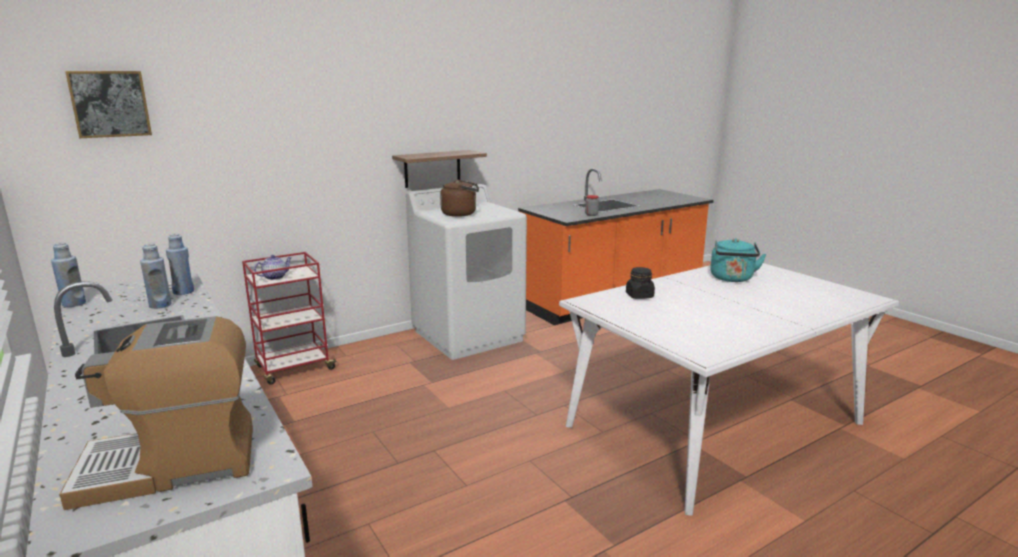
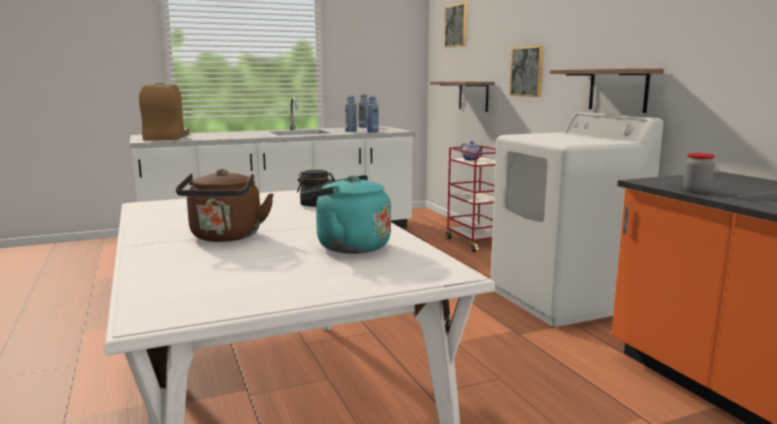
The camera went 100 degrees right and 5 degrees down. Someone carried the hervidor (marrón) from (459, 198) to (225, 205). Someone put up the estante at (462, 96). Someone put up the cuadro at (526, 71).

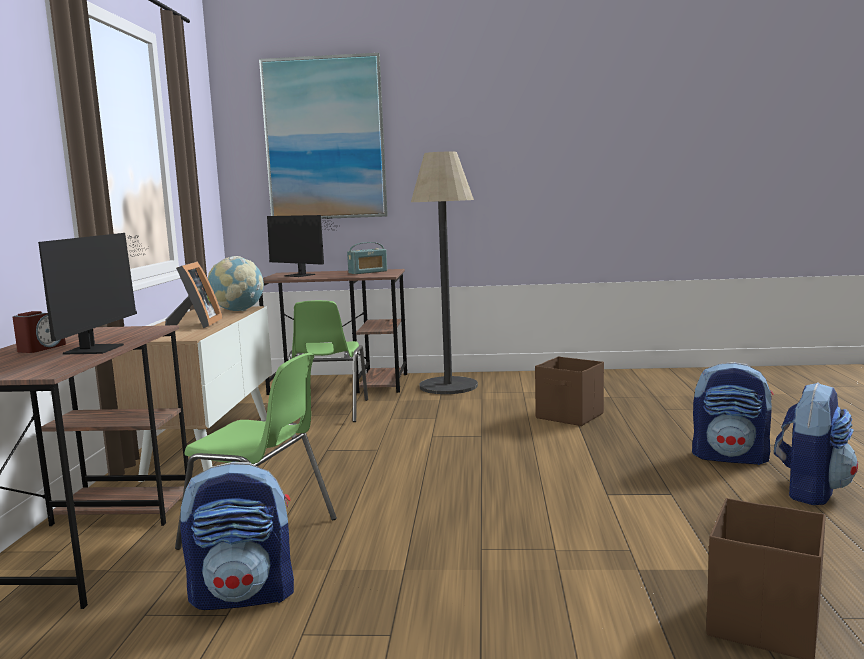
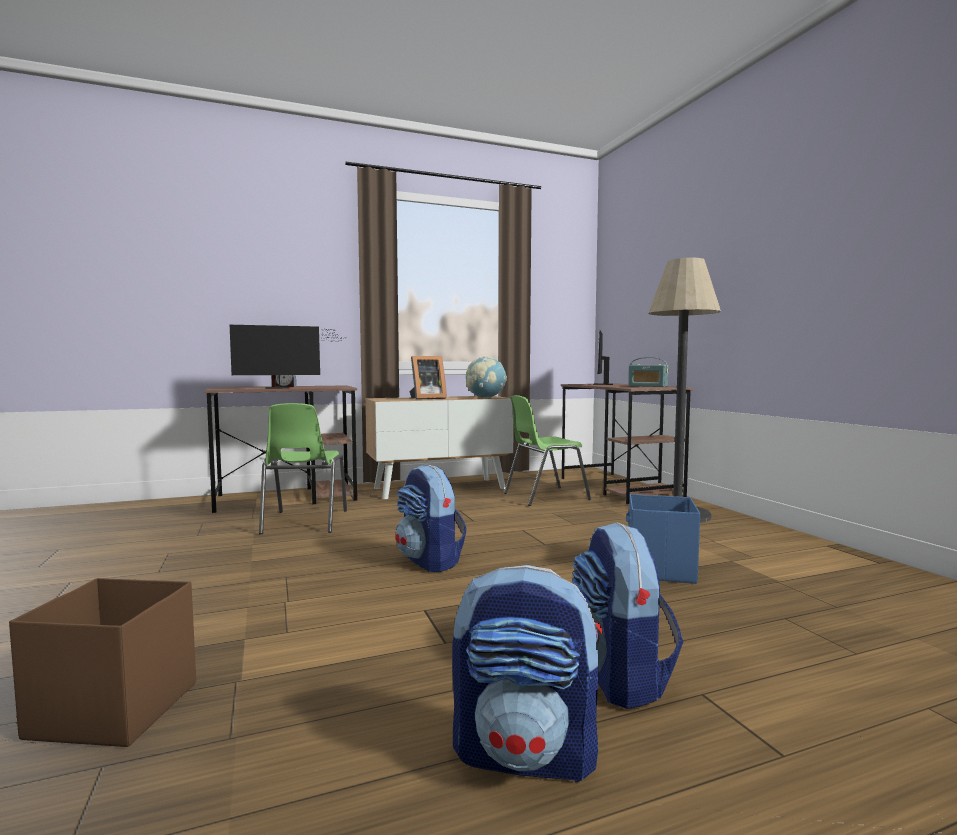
The camera went 65 degrees right and 5 degrees down. Someone carried the mochila from (237, 535) to (431, 518). Someone repainted the caja de almacenaje (marrón) at (569, 391), which became the caja de almacenaje (azul) at (663, 539). Someone took away the cuadro at (323, 136).

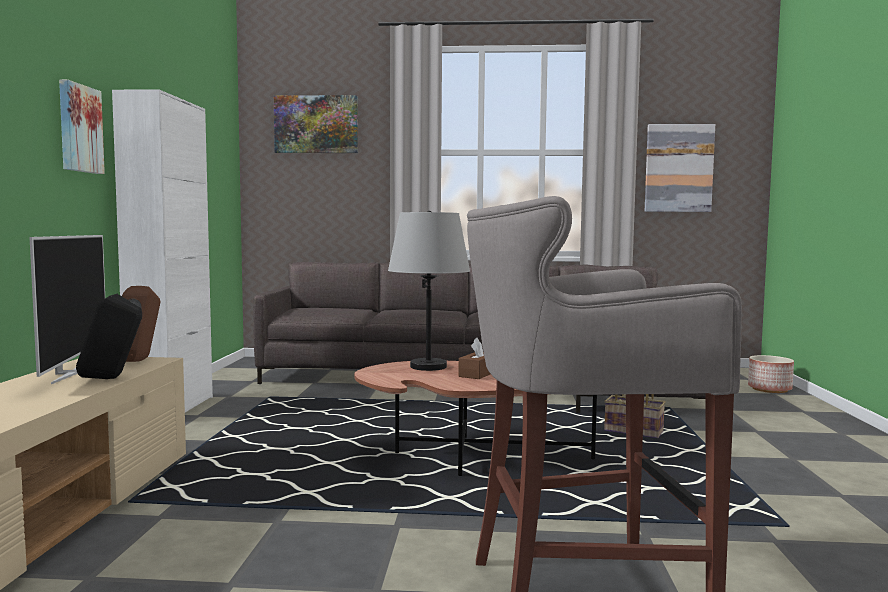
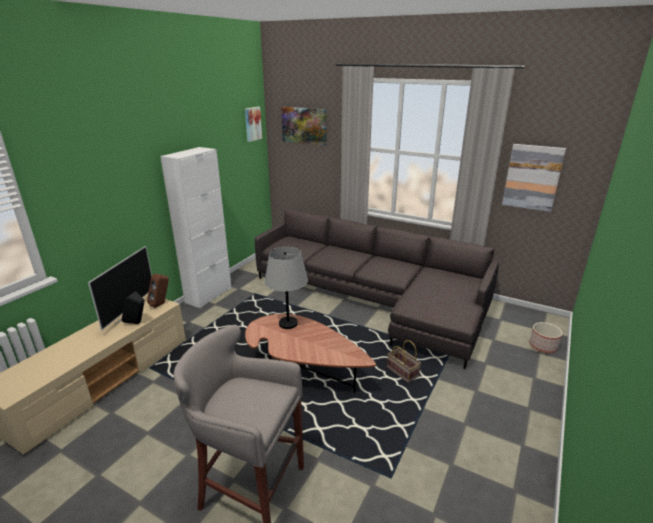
The camera went 25 degrees right and 20 degrees up. Someone carried the cuadro from (82, 126) to (253, 124). Someone took away the caja de pañuelos (marrón) at (474, 358).

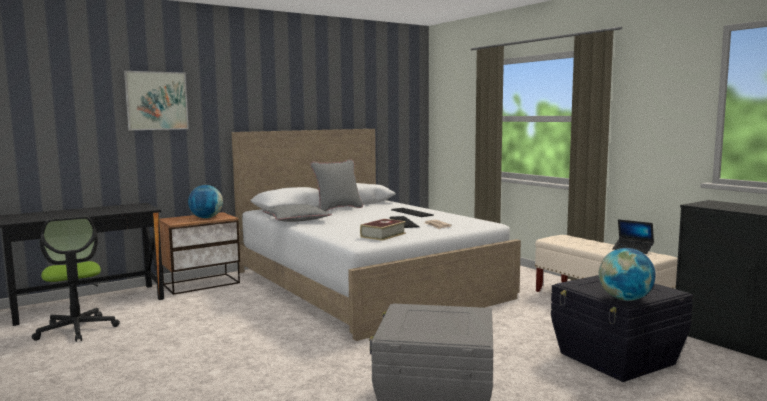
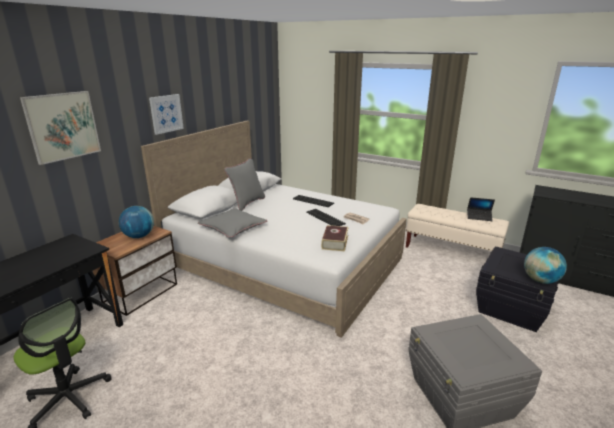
The camera went 25 degrees left and 15 degrees up. Someone put up the cuadro at (166, 114).

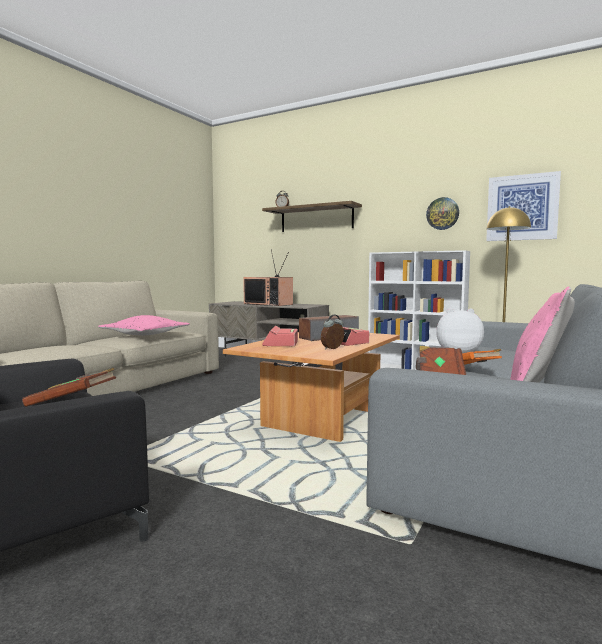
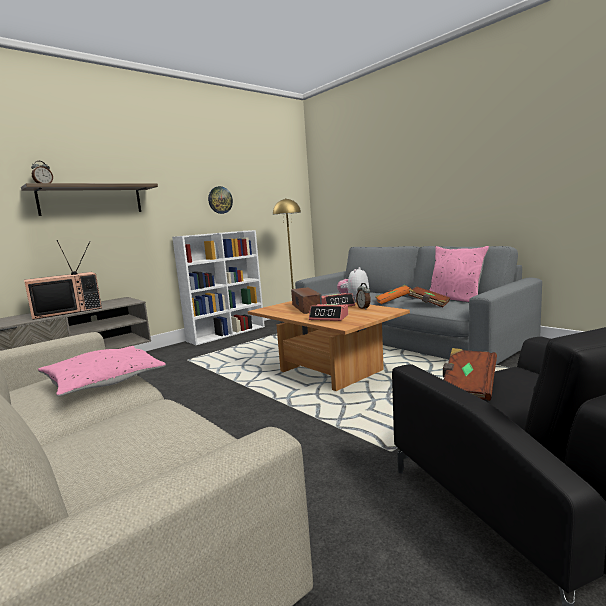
The camera went 70 degrees left and 5 degrees up. Someone took away the cuadro at (523, 206).

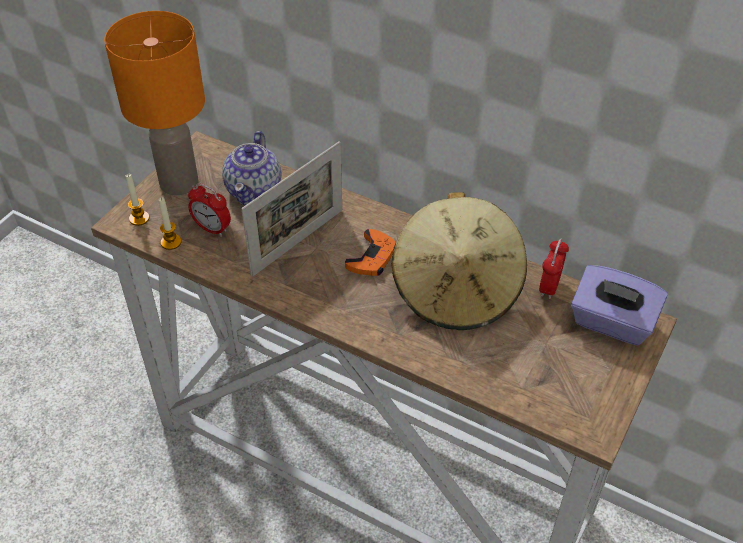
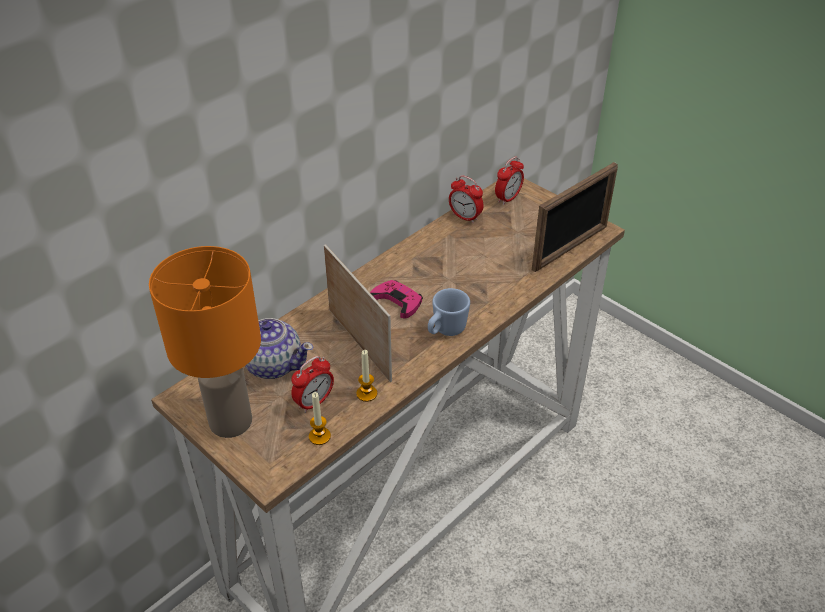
The camera went 75 degrees left and 5 degrees down. Someone carried the vela from (137, 200) to (366, 376). Someone repainted the mando de consola (naranja) at (370, 252), which became the mando de consola (rosa) at (396, 299). Someone put down the taza grande (azul) at (449, 312). Someone swapped the caja de pañuelos (morado) at (619, 305) for the despertador at (509, 181). Someone put down the portarretratos at (575, 217). Someone took away the sombrero (beis) at (459, 261).

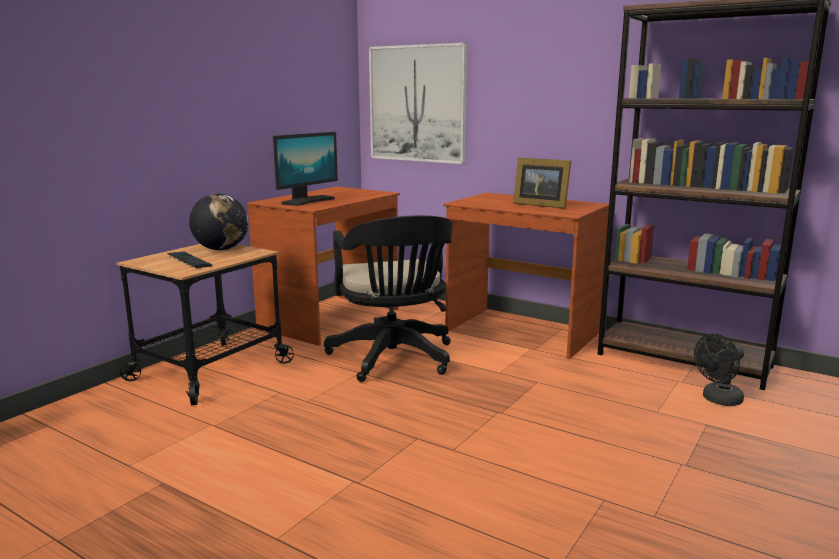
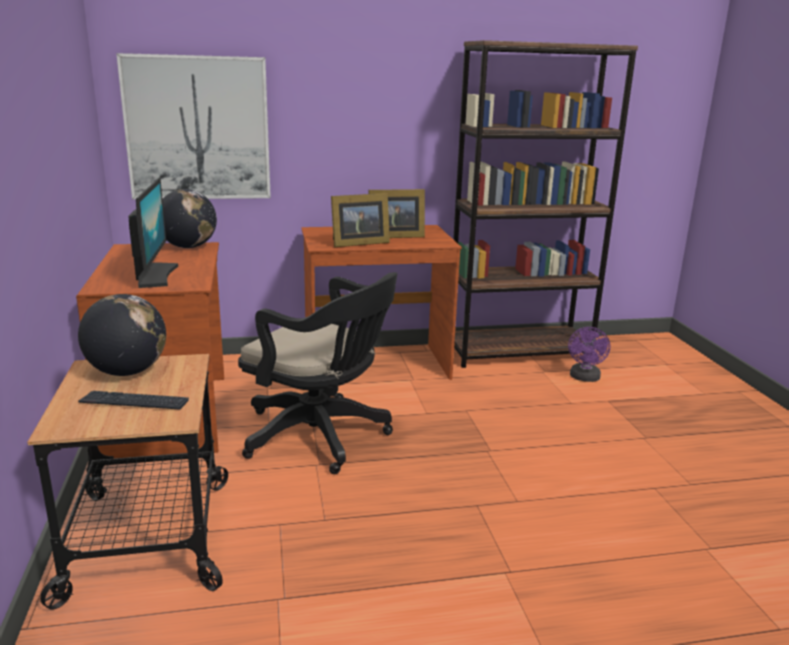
The camera went 45 degrees left and 5 degrees up. Someone put down the globo terráqueo at (190, 218). Someone put down the portarretratos at (360, 220). Someone repainted the ventilador (negro) at (719, 370), which became the ventilador (morado) at (589, 354).

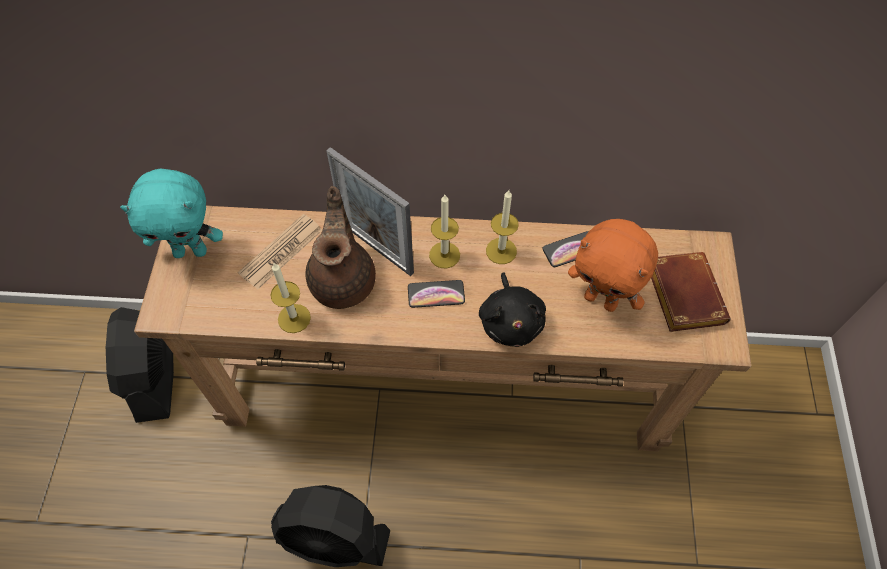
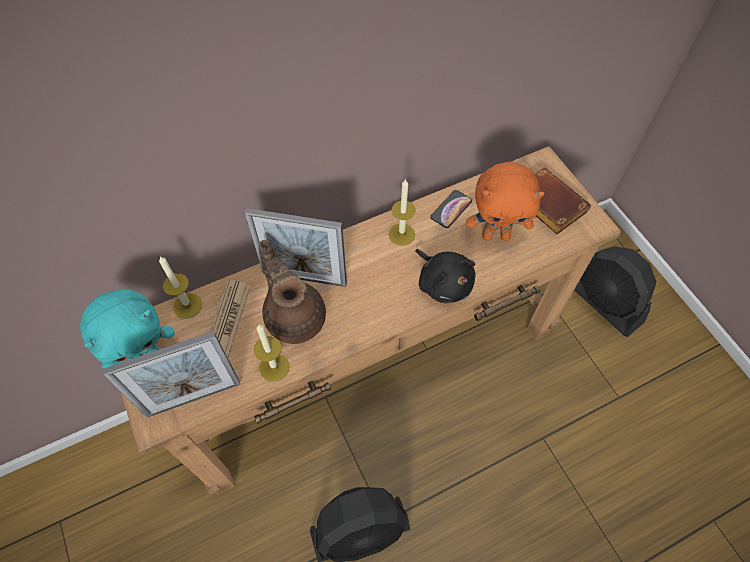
The camera went 30 degrees left and 0 degrees up. Someone put down the portarretratos at (171, 374). Someone carried the vela from (444, 231) to (180, 288). Someone carried the ventilador (negro) from (140, 365) to (615, 291). Someone took away the móvil at (436, 294).

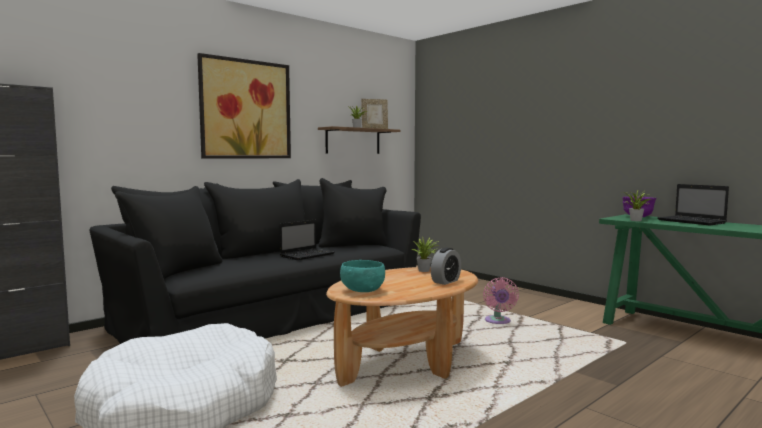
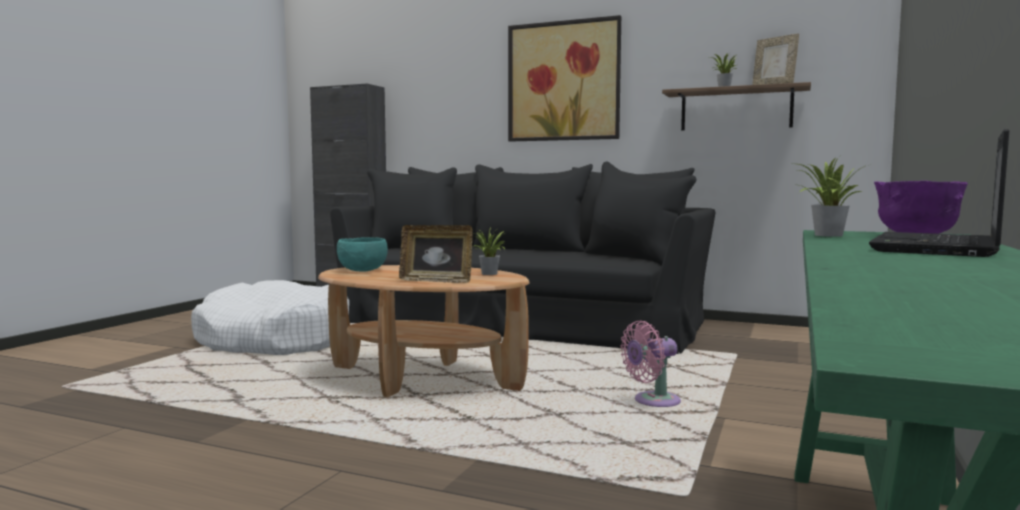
The camera went 65 degrees right and 0 degrees up. Someone swapped the despertador at (446, 266) for the portarretratos at (436, 254). Someone took away the portátil at (307, 240).

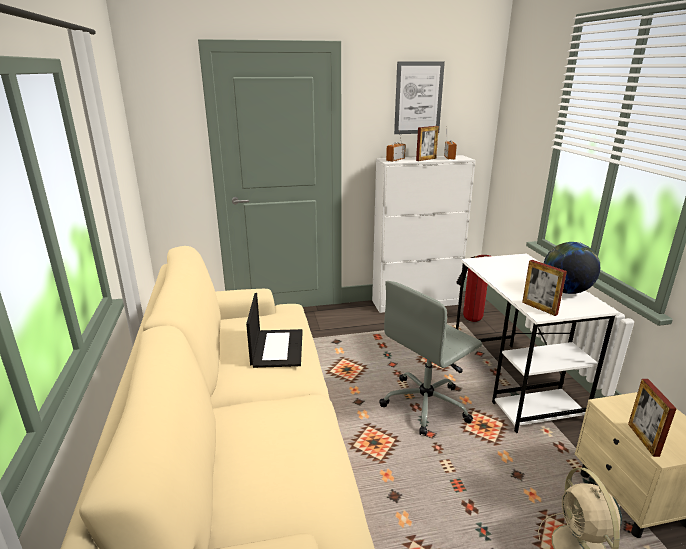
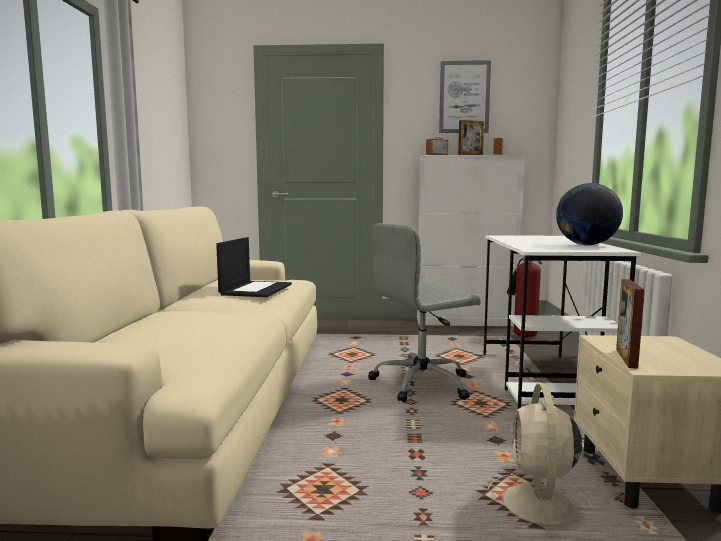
The camera went 15 degrees right and 15 degrees down. Someone took away the portarretratos at (544, 288).

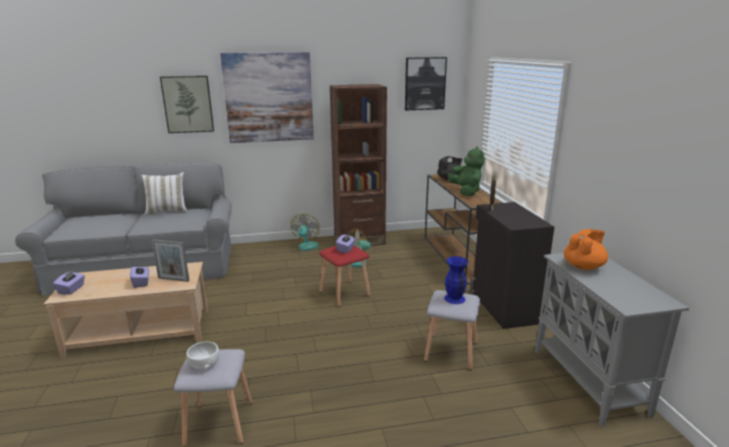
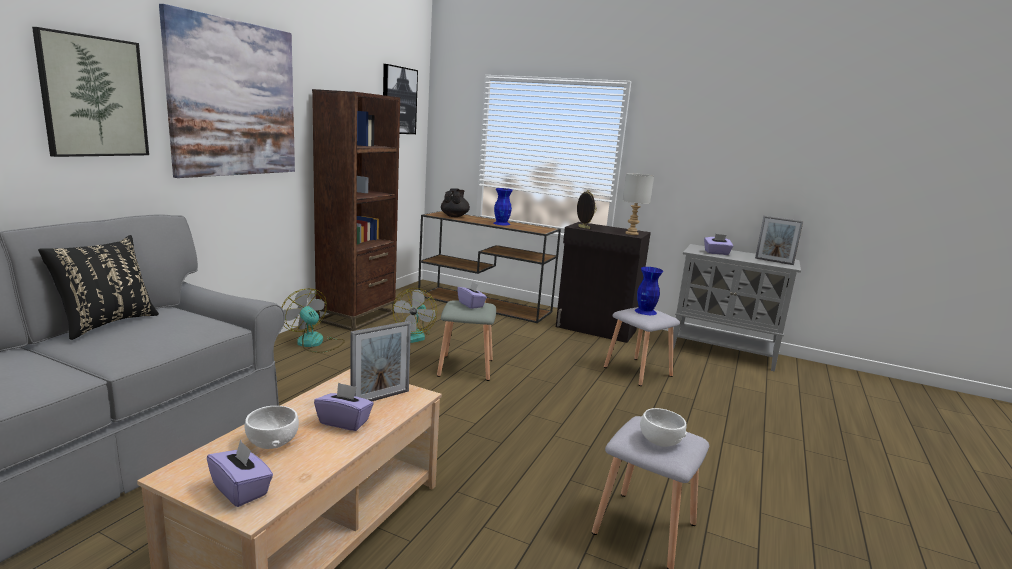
The camera went 55 degrees left and 5 degrees down. Someone repainted the cojín (blanco) at (164, 193), which became the cojín (negro) at (98, 287). Someone put down the cuenco (blanco) at (272, 427). Someone repainted the taburete (rojo) at (344, 276), which became the taburete (gris) at (466, 340). Someone swapped the peluche (verde) at (466, 171) for the florero (azul) at (503, 206). Someone put down the lámpara de mesa (gris) at (638, 204). Someone swapped the tetera (naranja) at (586, 249) for the caja de pañuelos (morado) at (718, 244). Someone put down the portarretratos at (779, 240).

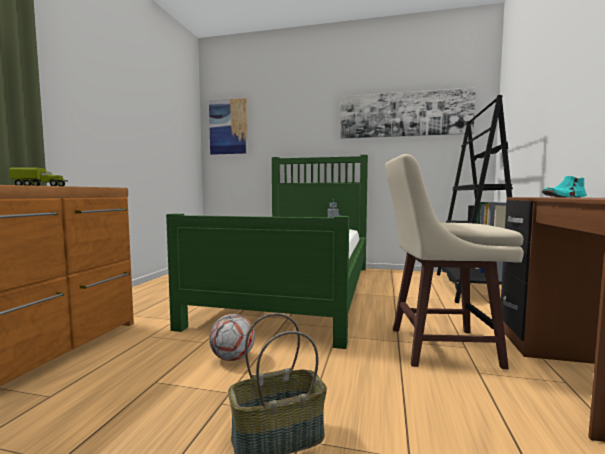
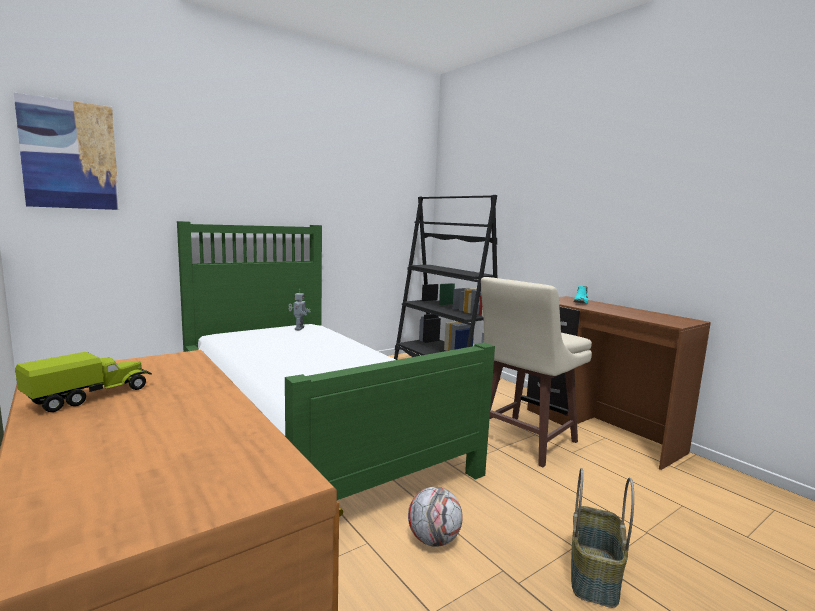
The camera went 50 degrees left and 5 degrees up. Someone took away the cuadro at (408, 113).

